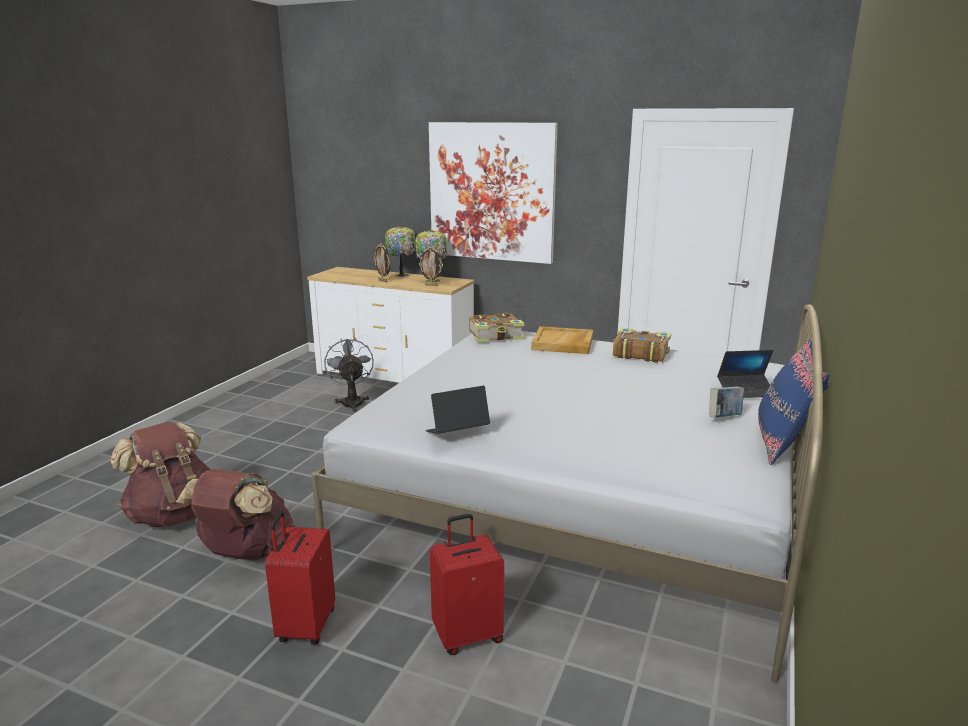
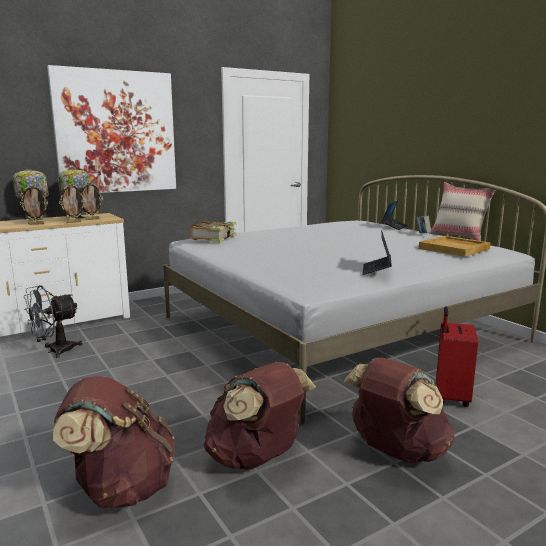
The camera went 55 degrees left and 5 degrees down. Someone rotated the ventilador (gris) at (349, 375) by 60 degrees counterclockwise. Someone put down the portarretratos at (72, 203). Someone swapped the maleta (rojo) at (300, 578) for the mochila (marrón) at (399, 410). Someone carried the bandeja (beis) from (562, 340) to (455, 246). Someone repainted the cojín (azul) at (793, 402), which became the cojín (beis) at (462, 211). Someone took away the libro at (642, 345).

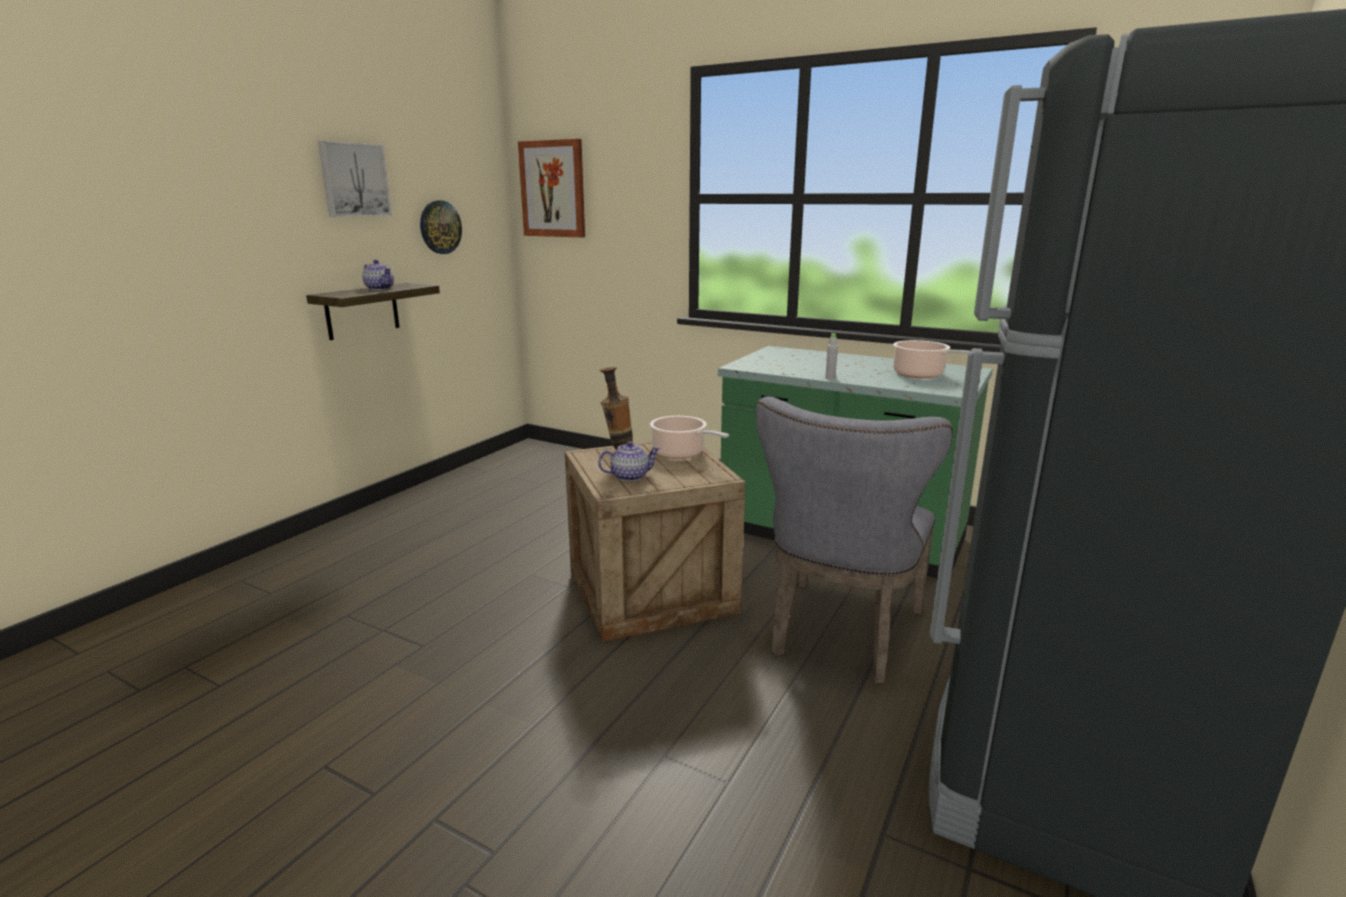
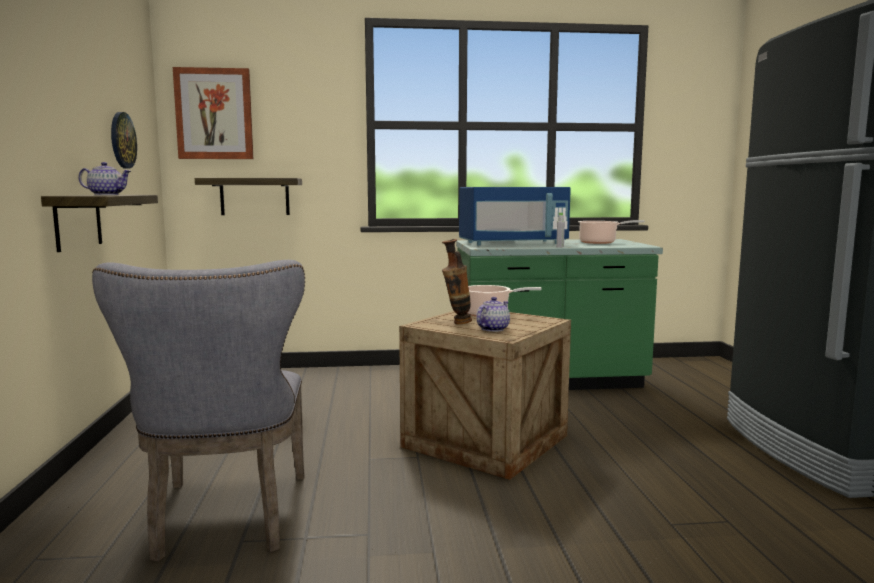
The camera went 35 degrees left and 10 degrees down. Someone carried the silla (gris) from (854, 539) to (198, 411). Someone put up the estante at (248, 196). Someone put down the microondas (azul) at (515, 216). Someone took away the cuadro at (355, 179).

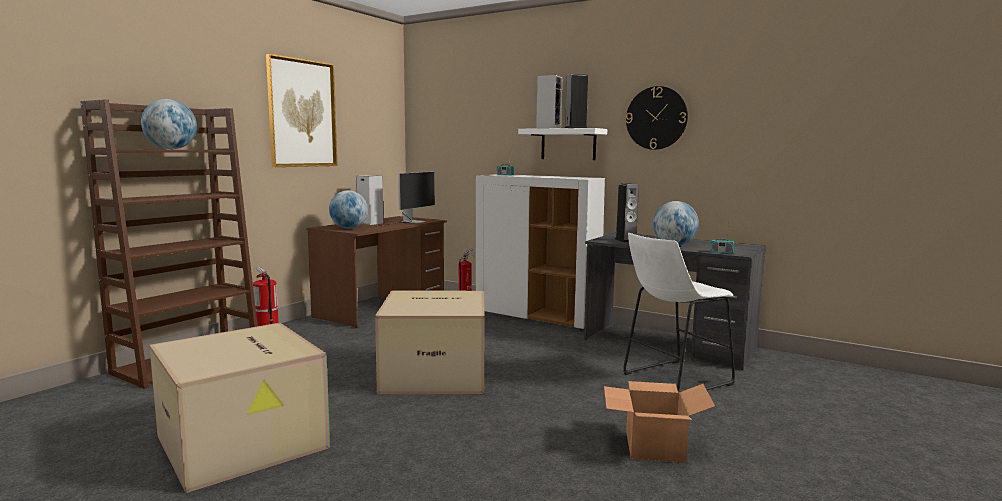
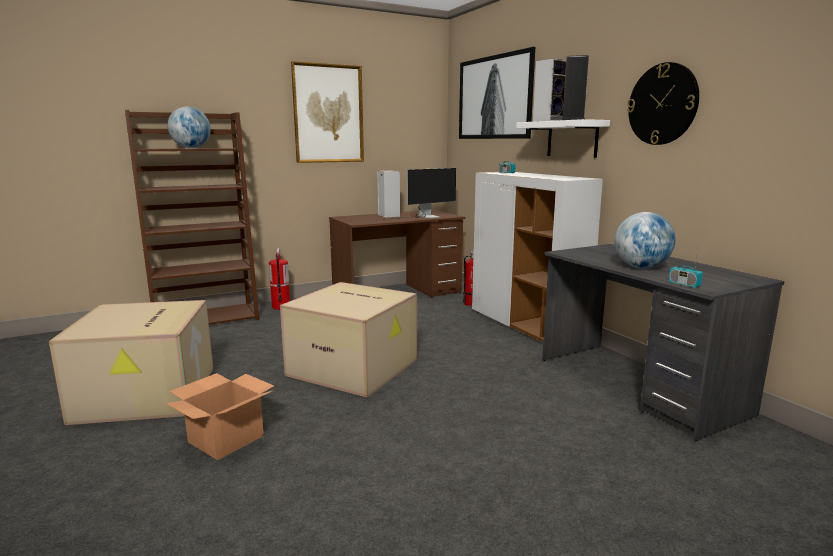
The camera went 30 degrees right and 5 degrees up. Someone carried the caja de cartón from (659, 422) to (219, 416). Someone put up the cuadro at (497, 93). Someone took away the globo terráqueo at (348, 209). Someone took away the altavoz at (627, 212). Someone took away the taburete (blanco) at (679, 313).

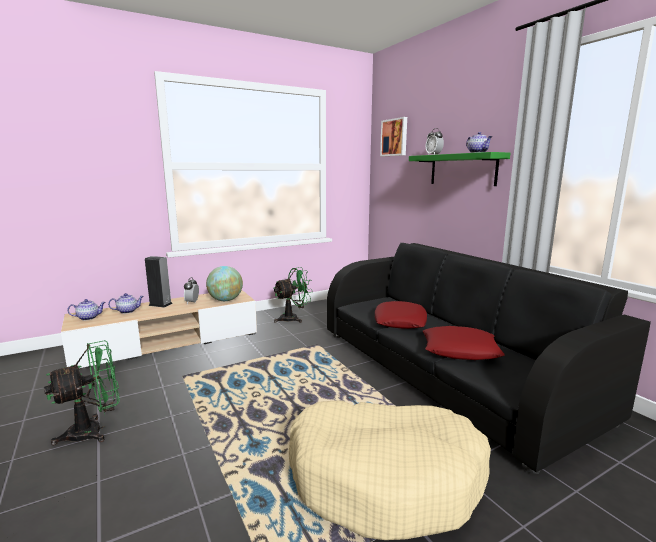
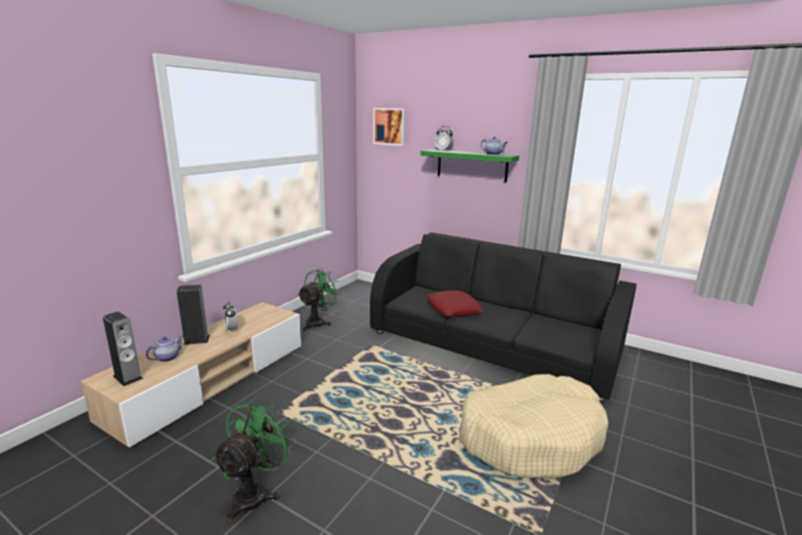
The camera went 30 degrees left and 5 degrees up. Someone swapped the tetera at (86, 309) for the altavoz at (123, 349). Someone took away the globo terráqueo at (224, 283). Someone took away the cojín (rojo) at (464, 343).

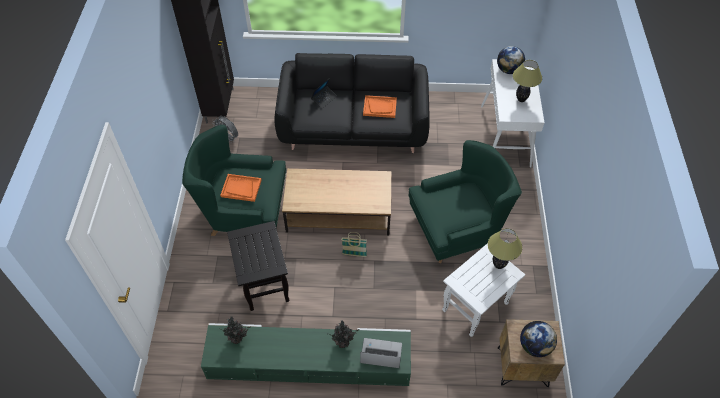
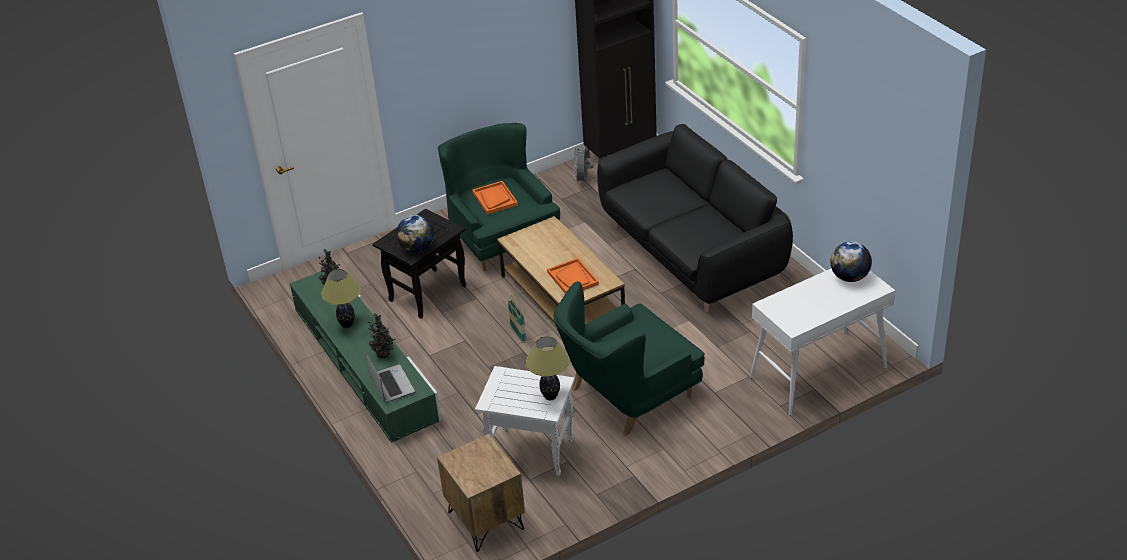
The camera went 60 degrees right and 15 degrees down. Someone carried the lámpara de mesa from (527, 81) to (341, 298). Someone carried the globo terráqueo from (538, 339) to (415, 234). Someone carried the bandeja (naranja) from (380, 106) to (573, 275). Someone rotated the sillón (verde) at (465, 201) by 105 degrees clockwise. Someone took away the portátil at (324, 93).

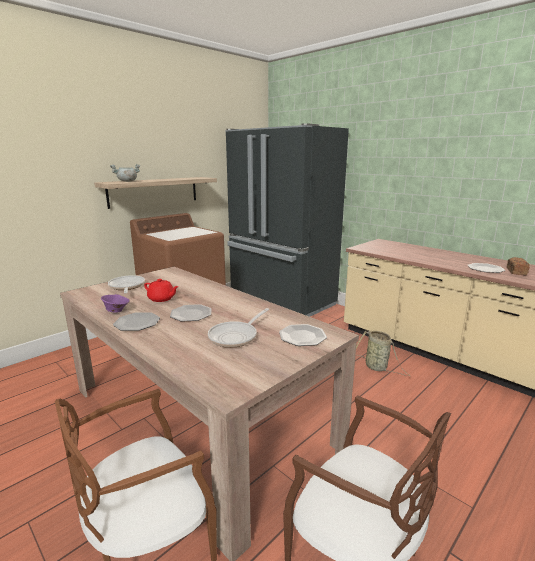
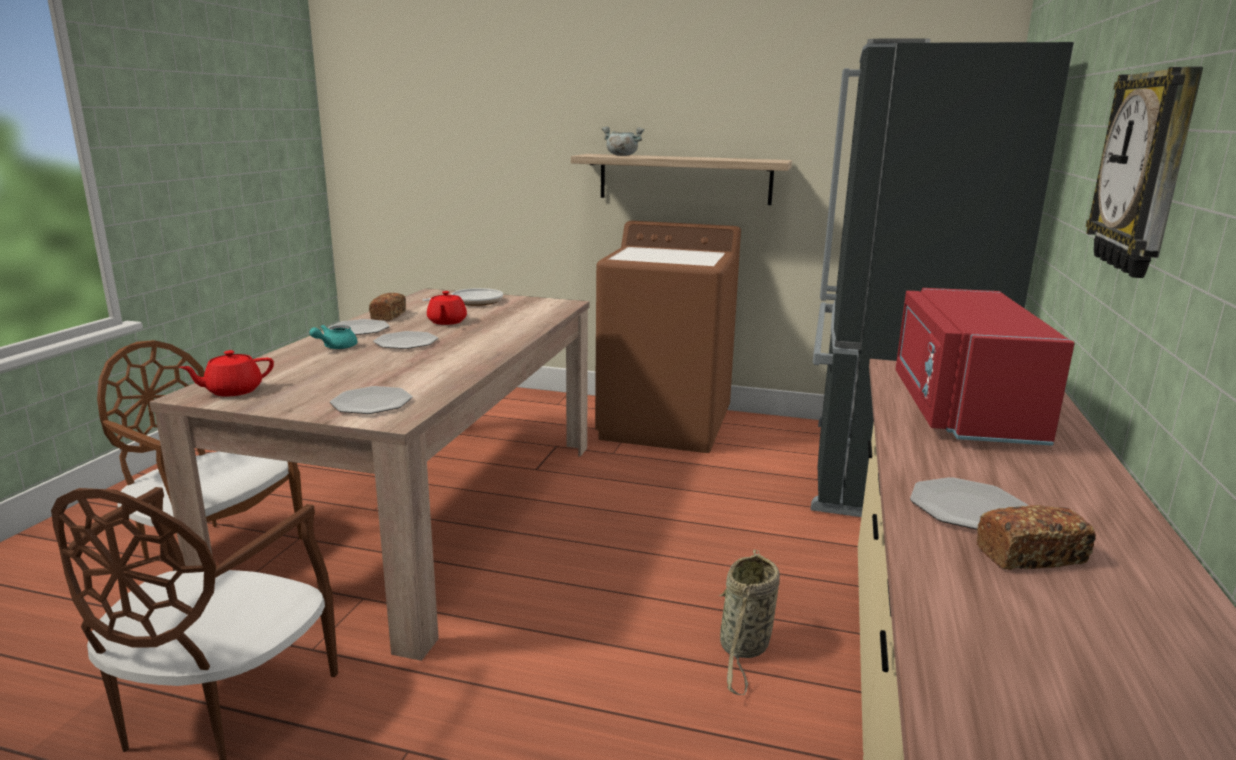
The camera went 60 degrees right and 0 degrees up. Someone put down the tetera (rojo) at (226, 373). Someone put down the tetera (turquesa) at (333, 337). Someone swapped the cuenco (morado) at (115, 303) for the pan at (387, 307). Someone put down the microondas (rojo) at (985, 367). Someone put up the reloj de pared at (1144, 172). Someone took away the sartén at (238, 328).

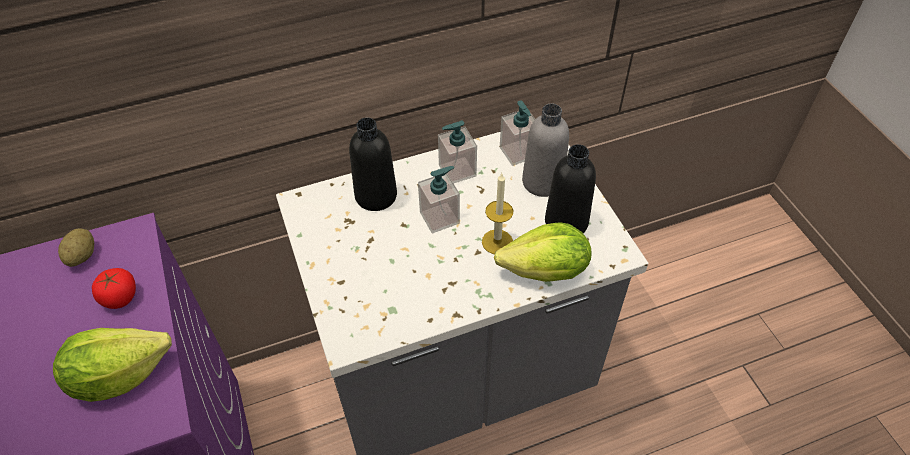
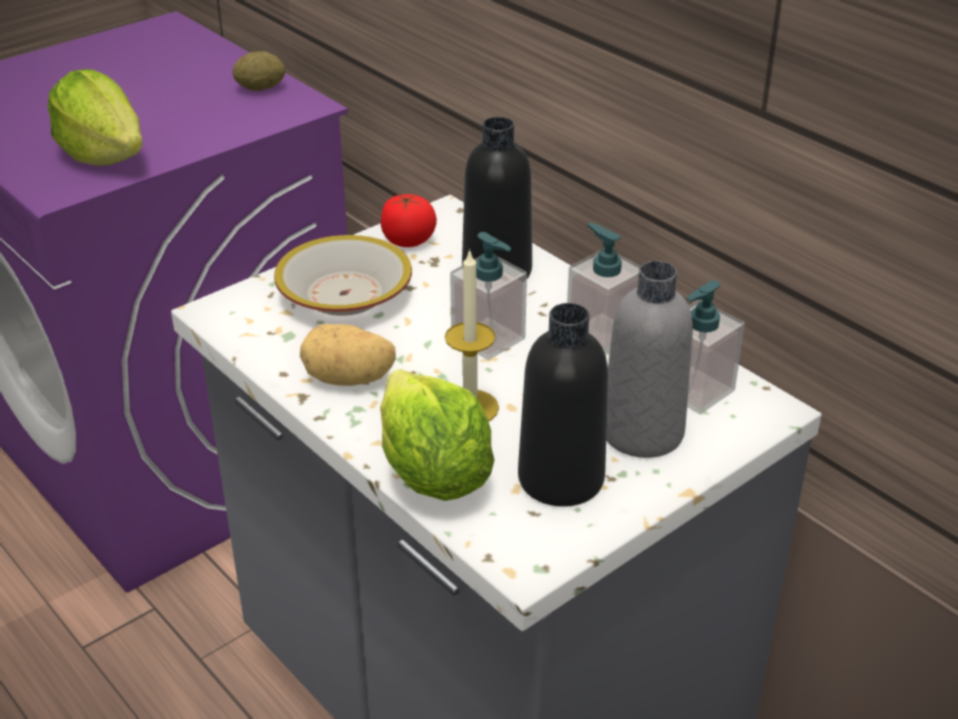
The camera went 70 degrees right and 15 degrees down. Someone put down the cuenco at (343, 275). Someone put down the patata at (348, 355). Someone carried the tomate from (114, 288) to (409, 220).

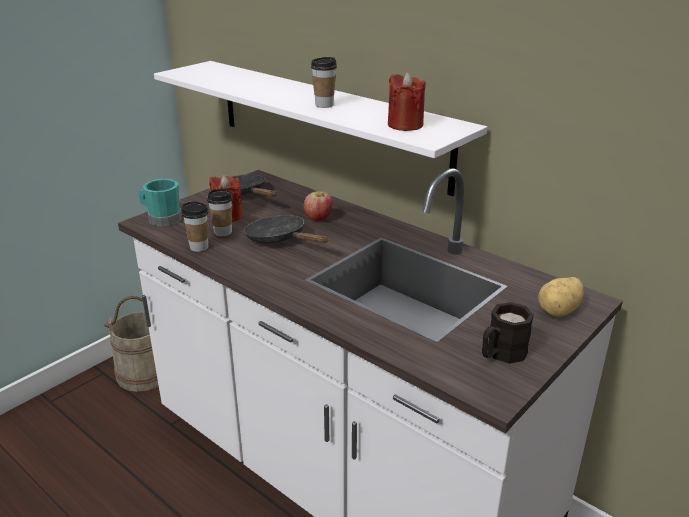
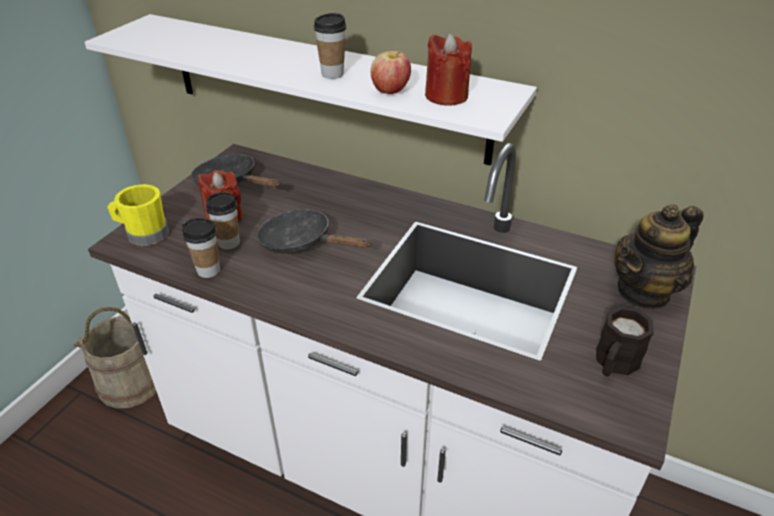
The camera went 15 degrees left and 10 degrees up. Someone repainted the taza grande (turquesa) at (160, 202), which became the taza grande (amarillo) at (138, 215). Someone carried the manzana from (318, 206) to (391, 72). Someone swapped the patata at (561, 297) for the tetera at (659, 257).

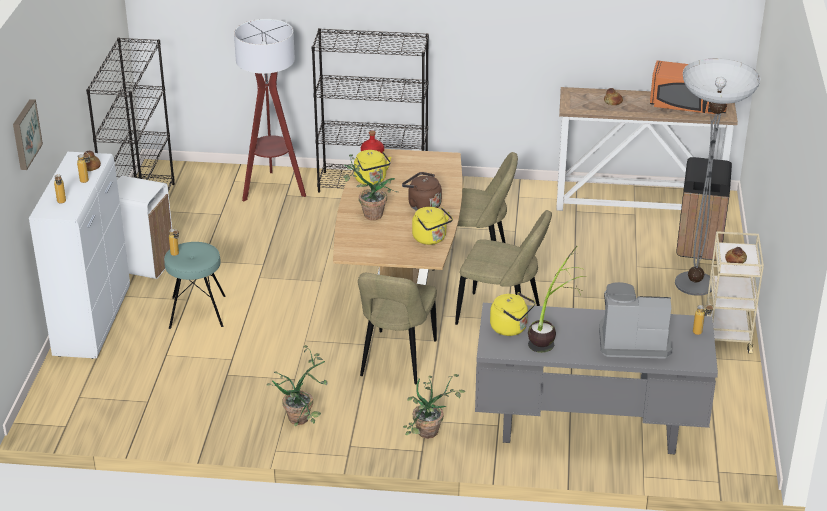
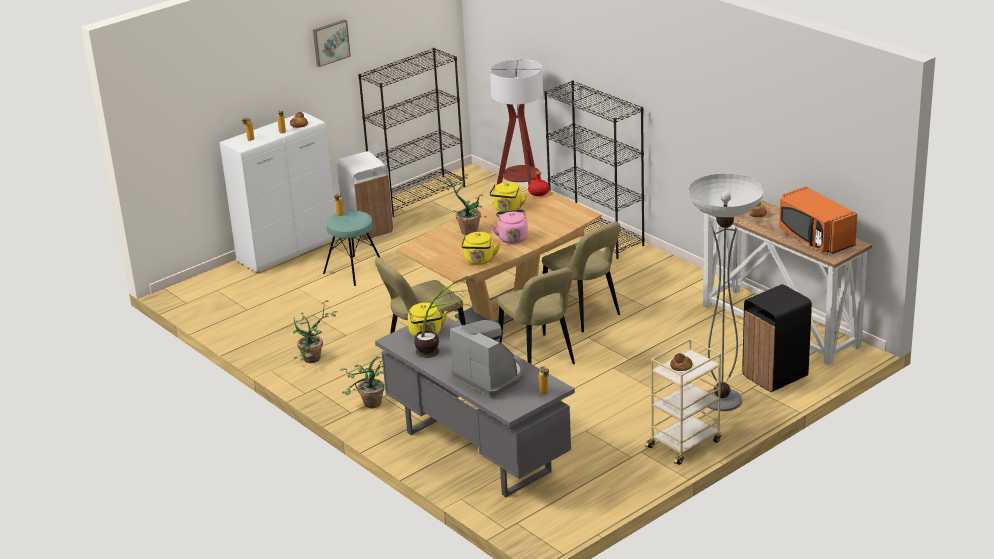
The camera went 45 degrees right and 5 degrees down. Someone carried the cuadro from (28, 134) to (332, 43). Someone repainted the hervidor (marrón) at (422, 191), which became the hervidor (rosa) at (509, 227).

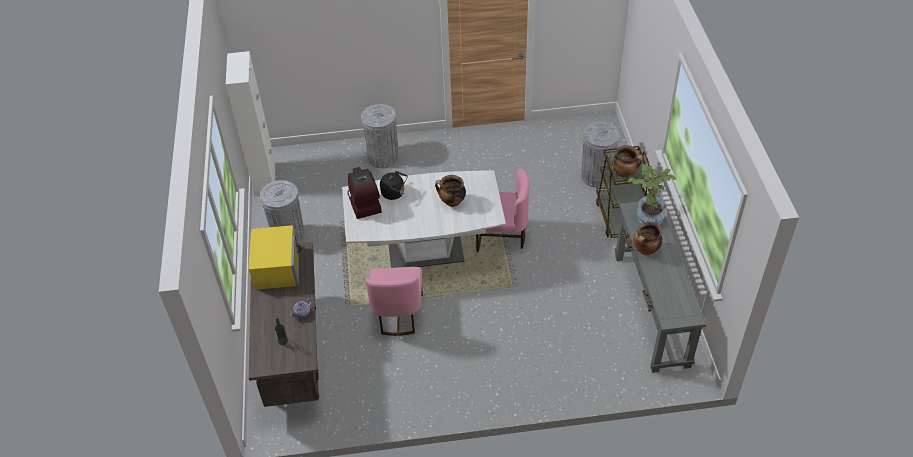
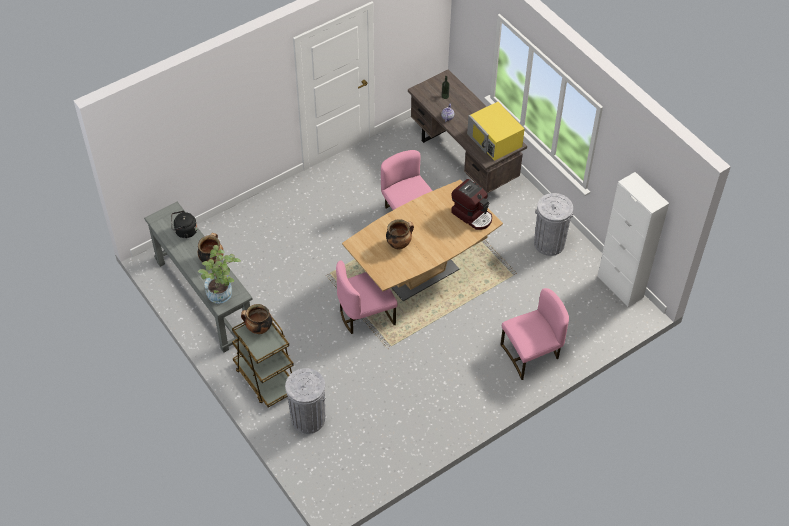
The camera went 150 degrees right and 5 degrees up. Someone carried the hervidor (negro) from (394, 185) to (184, 224). Someone repainted the mesa de comedor (blanco) at (424, 219), which became the mesa de comedor (marrón) at (422, 240). Someone swapped the papelera (gris) at (379, 136) for the silla (rosa) at (535, 334).

